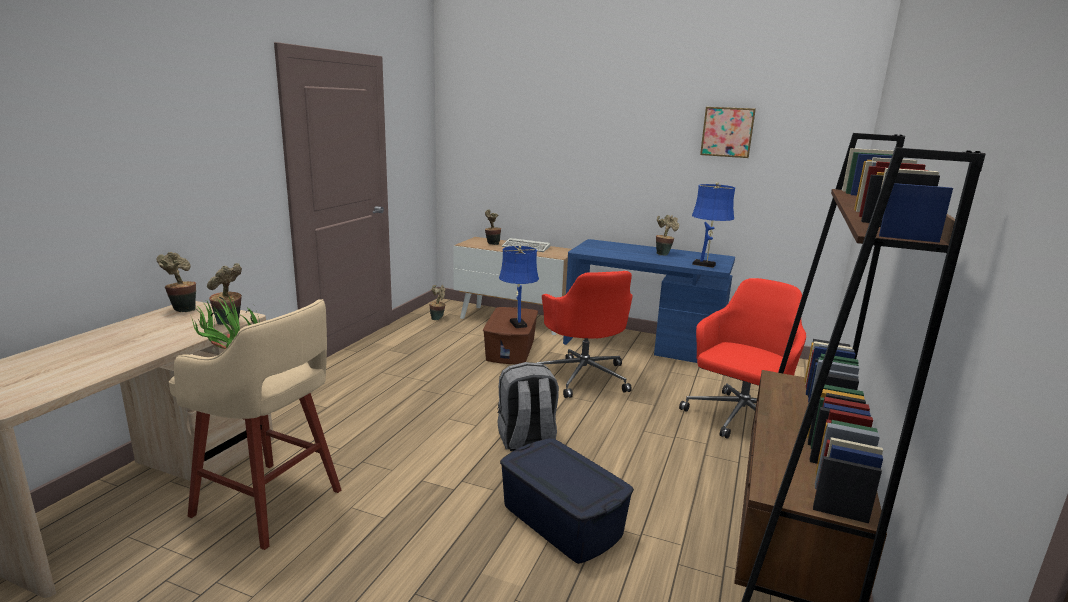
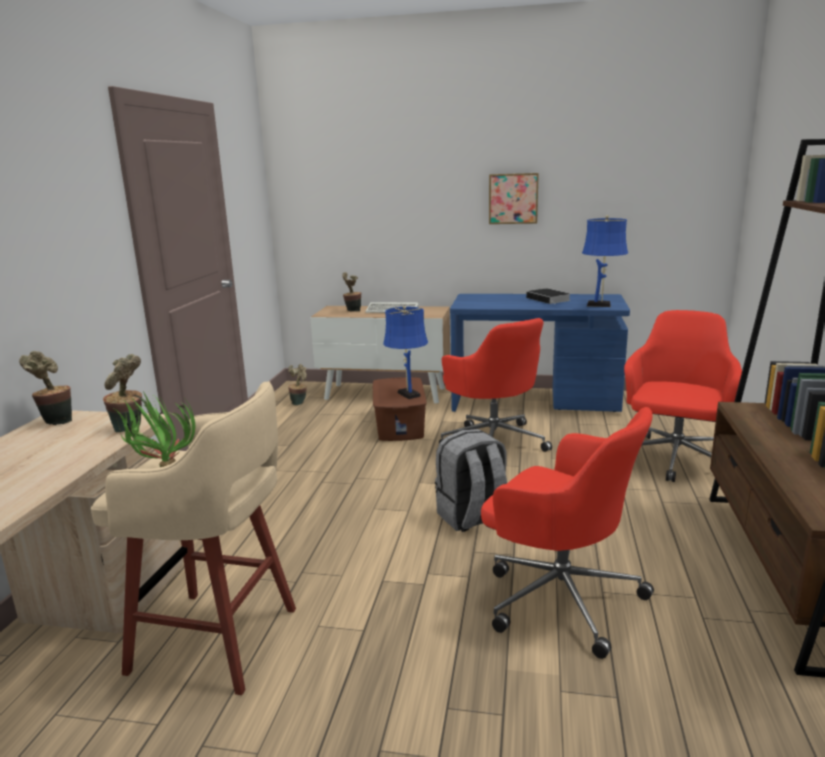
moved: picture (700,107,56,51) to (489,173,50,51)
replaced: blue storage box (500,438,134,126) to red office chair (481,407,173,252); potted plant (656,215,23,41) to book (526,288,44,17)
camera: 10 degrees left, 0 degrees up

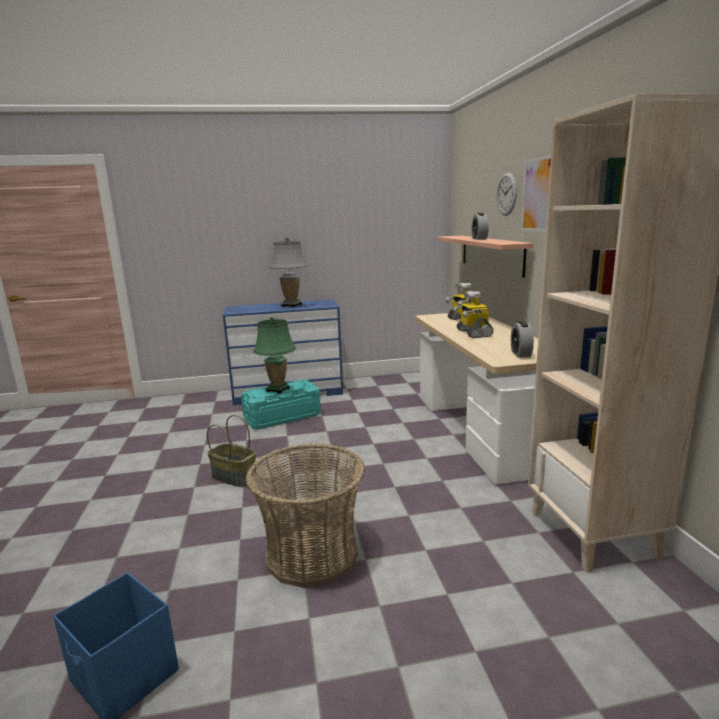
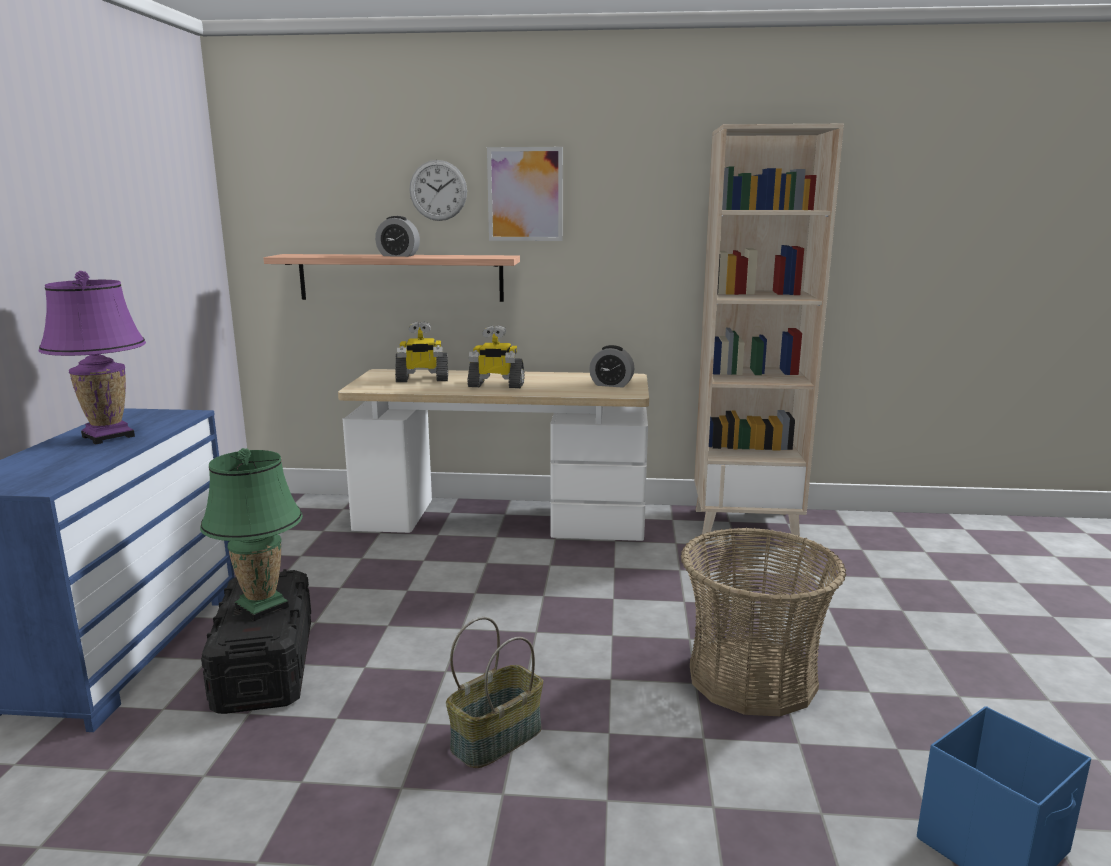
recoloured: turquoise storage box (241,380,80,49) to black storage box (201,569,110,145); grey table lamp (270,237,38,71) to purple table lamp (39,271,107,173)
camera: 75 degrees left, 0 degrees up

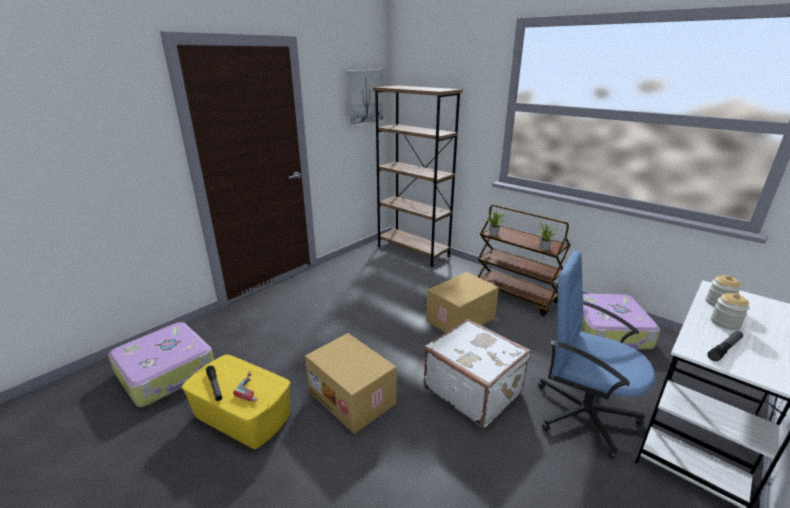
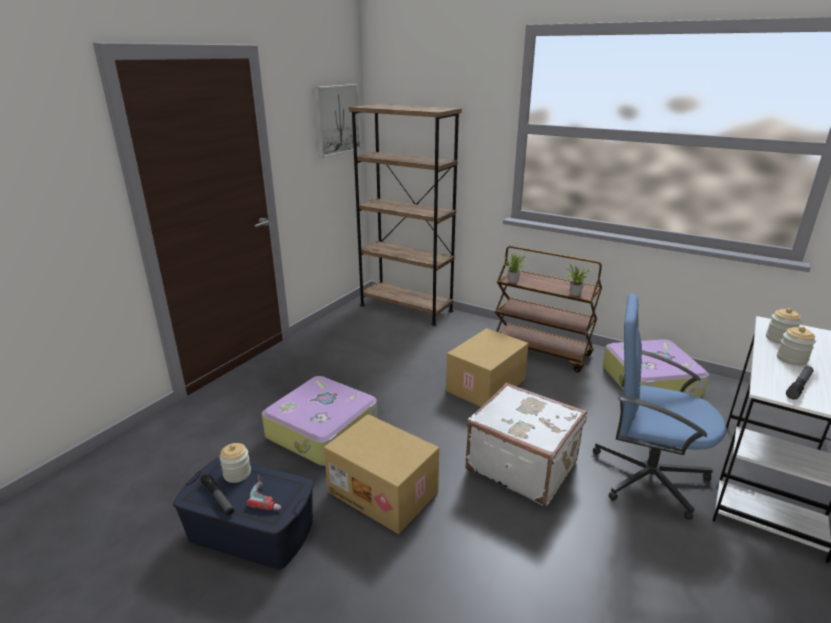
added: jar (220,443,31,40)
moved: suitcase (108,322,106,85) to (262,376,115,90)
recoloured: yellow storage box (182,354,108,95) to blue storage box (173,457,141,112)
camera: 10 degrees left, 0 degrees up

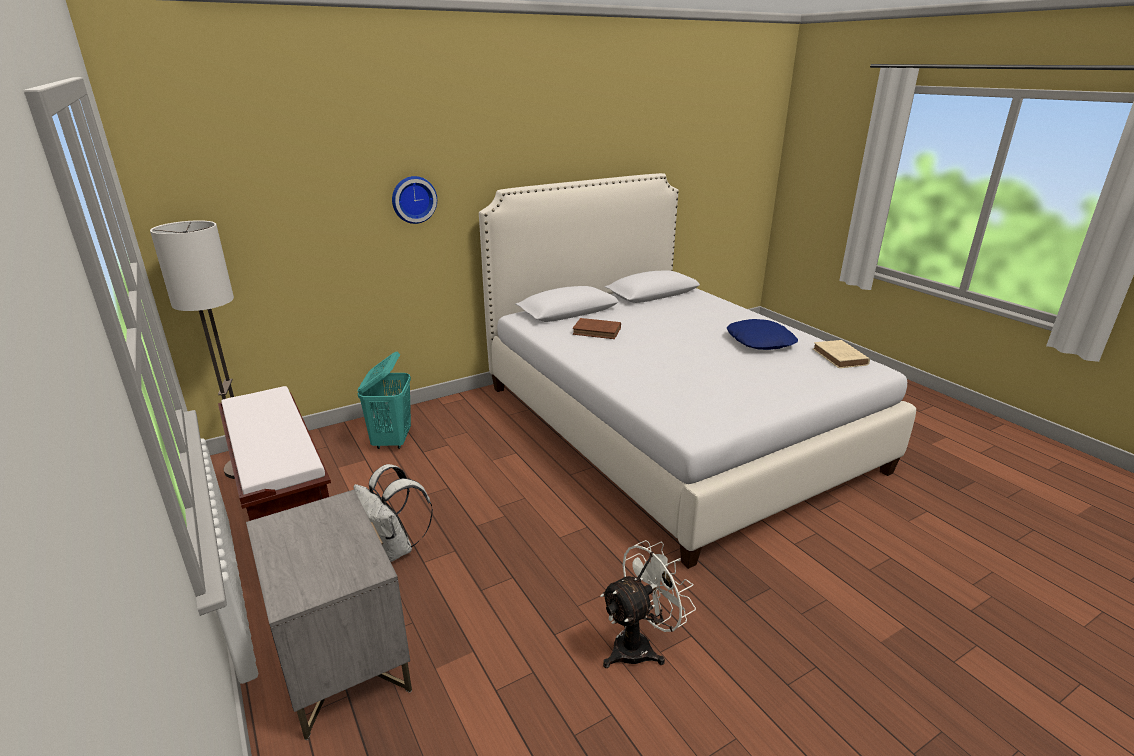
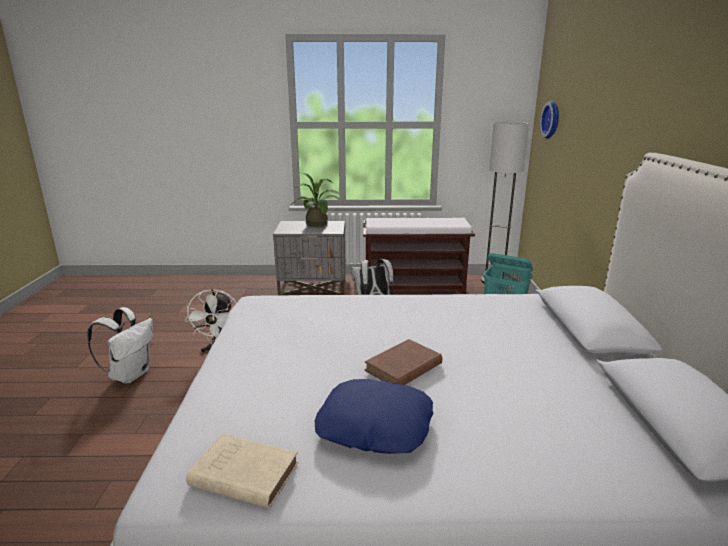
added: white backpack (87,307,66,76); potted plant (291,172,53,55)
moved: wall clock (392,176,45,48) to (540,101,19,38); brown book (573,318,48,21) to (365,339,77,46)
camera: 120 degrees right, 5 degrees down

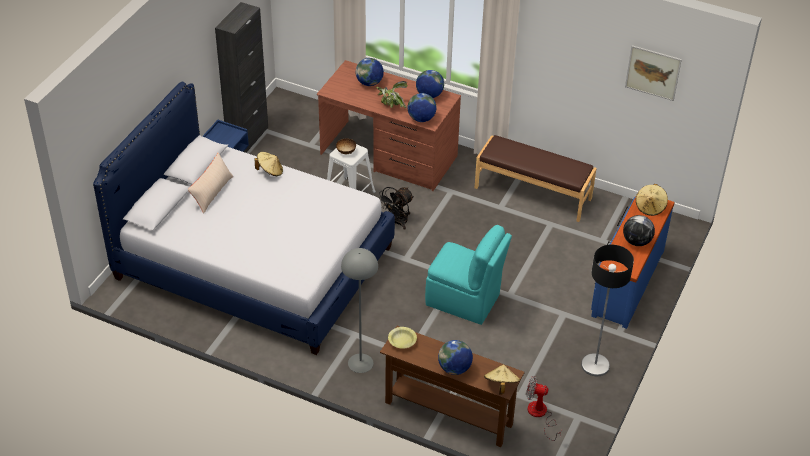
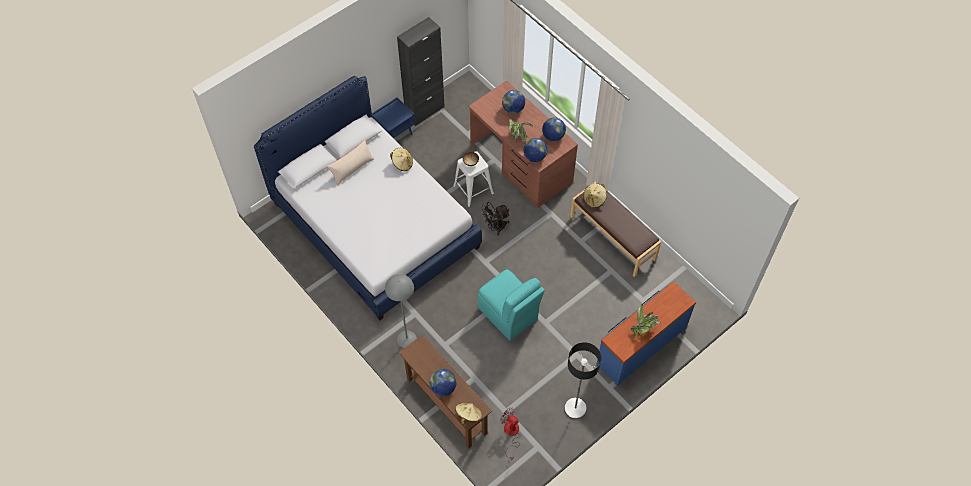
removed: yellow bowl (388,327,29,21); picture (625,45,57,56)
moved: beige hat (636,184,32,32) to (584,183,23,25)
replaced: globe (623,215,32,31) to potted plant (631,305,30,33)
camera: 25 degrees right, 15 degrees up

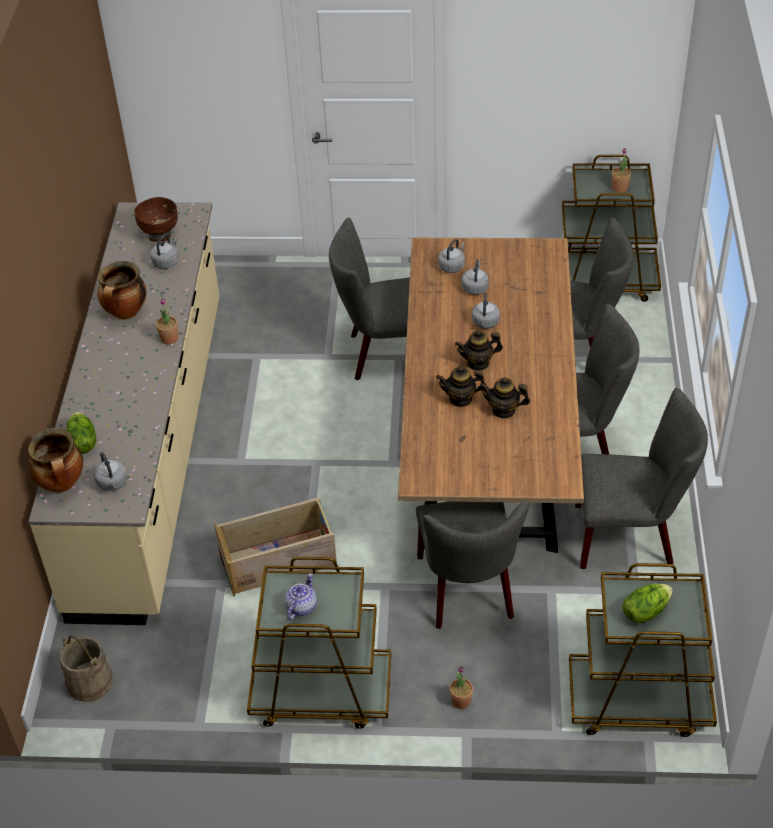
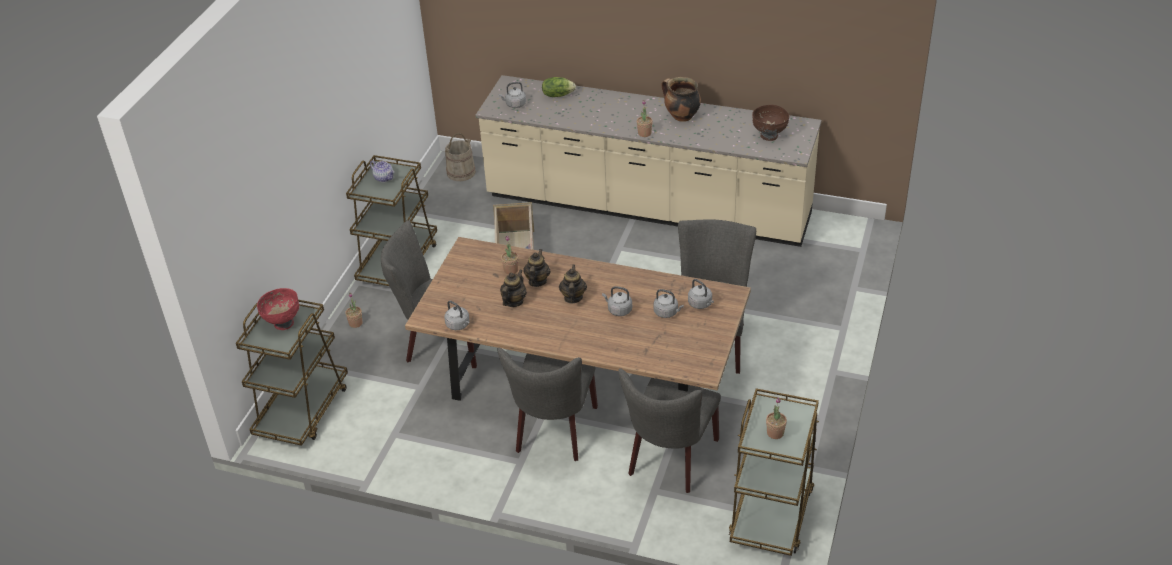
removed: cooking pot (28,428,55,65); grey chair (575,388,133,181)
added: potted plant (501,236,18,38)
moved: grey kettle (150,234,28,35) to (444,301,26,29)
replaced: lettuce (622,584,51,39) to red bowl (257,288,42,42)
camera: 105 degrees right, 5 degrees down

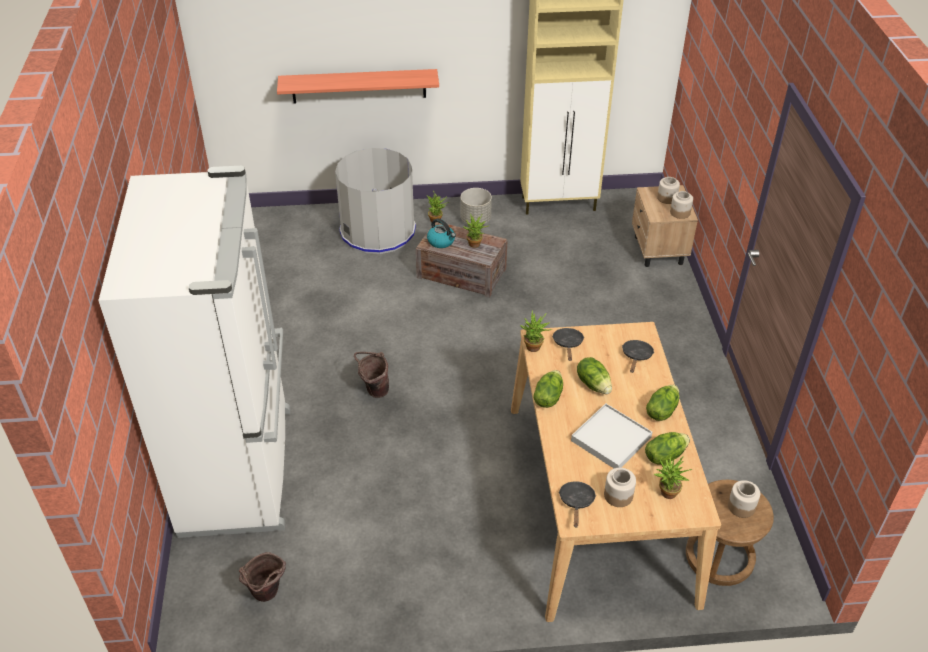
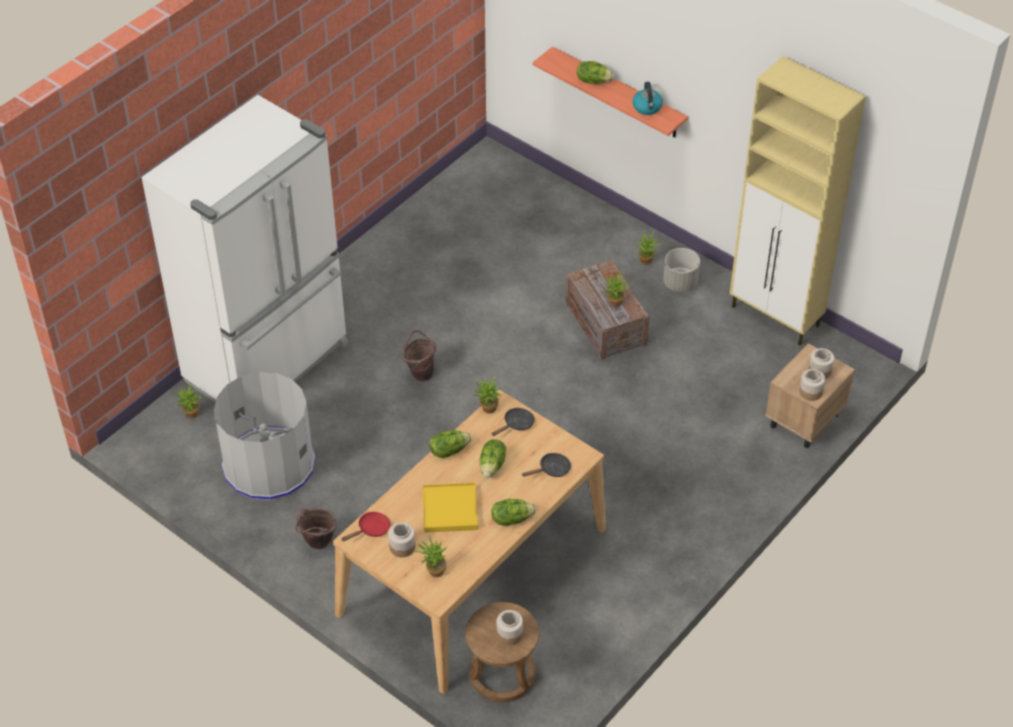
added: potted plant (177,383,26,35)
moved: brown bucket (239,552,47,50) to (295,508,42,41); grey trash can (335,148,81,106) to (214,372,101,128); kettle (427,219,29,29) to (633,82,30,33); lettuce (645,432,45,33) to (577,61,37,23)
recoloured: black frying pan (559,481,37,46) to red frying pan (342,512,48,29); white tray (571,403,81,65) to yellow tray (423,483,55,50)
camera: 45 degrees right, 5 degrees up

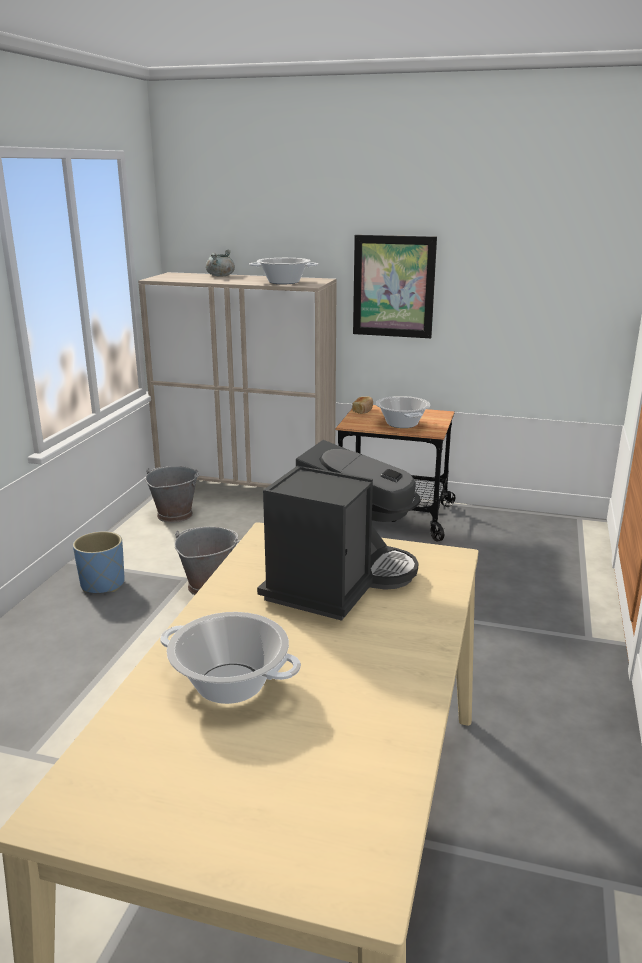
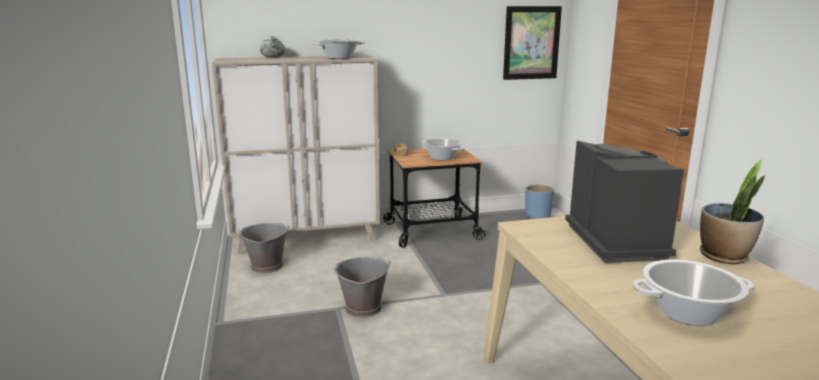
added: potted plant (700,159,65,105)
moved: blue planter (73,531,52,62) to (525,185,29,34); picture (353,235,84,103) to (503,6,59,74)
camera: 30 degrees left, 5 degrees down

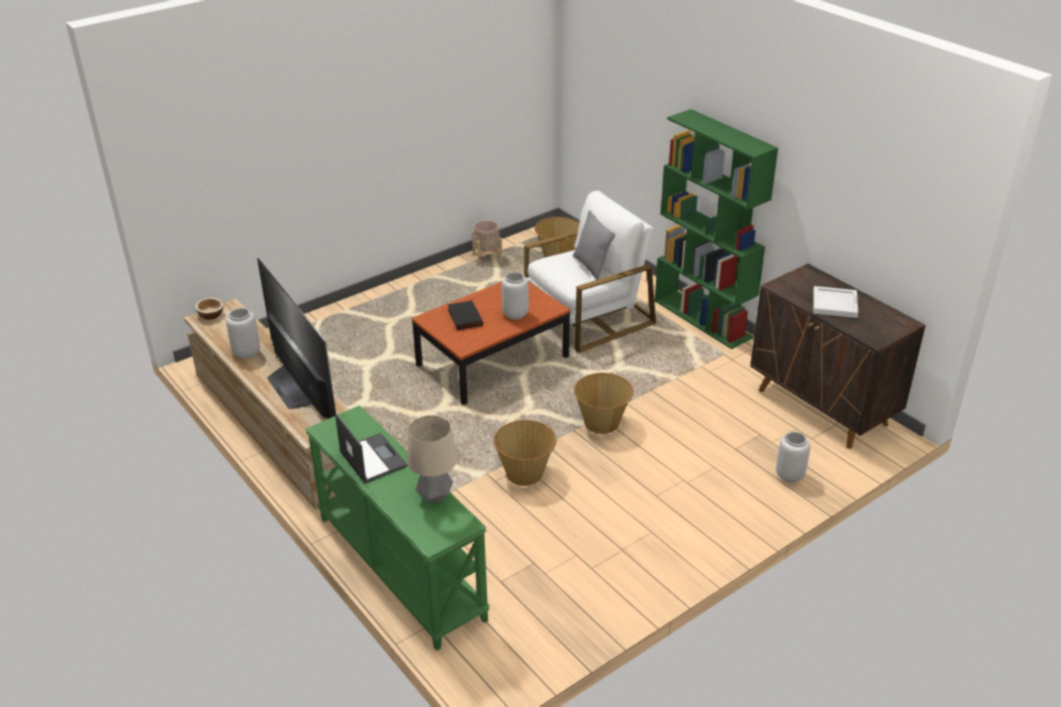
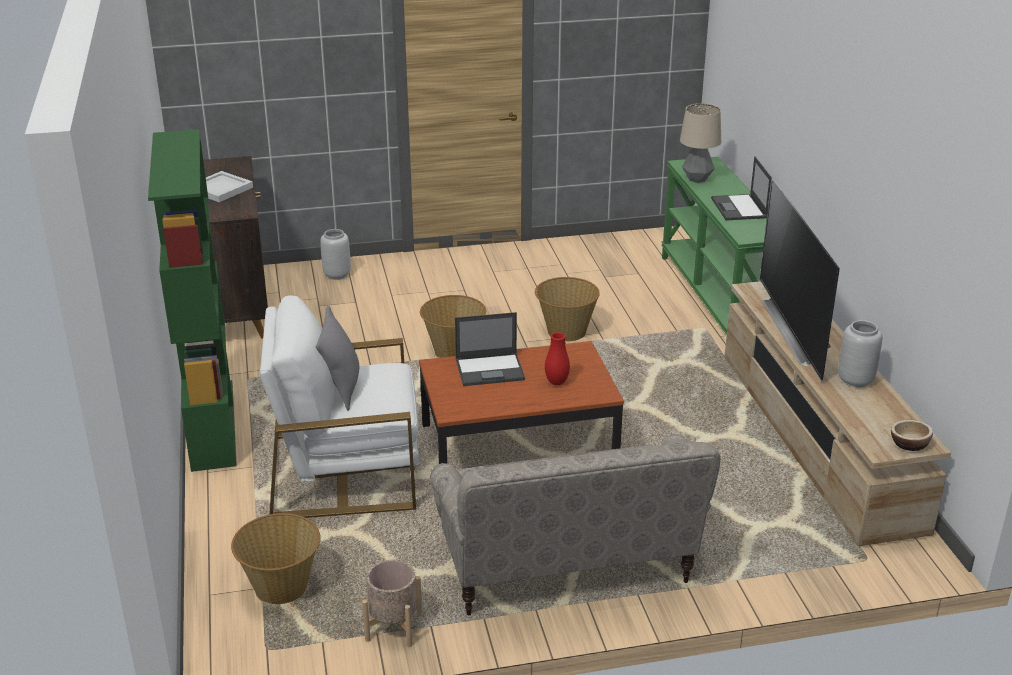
added: beige sofa (430,434,291,181)
replaced: black book (448,300,35,30) to red vase (545,332,25,53); grey vase (502,272,27,48) to laptop (455,312,70,74)
camera: 155 degrees left, 5 degrees down

